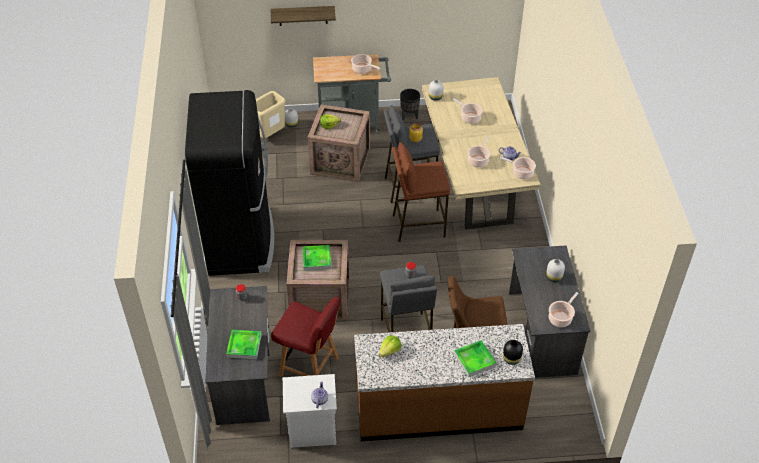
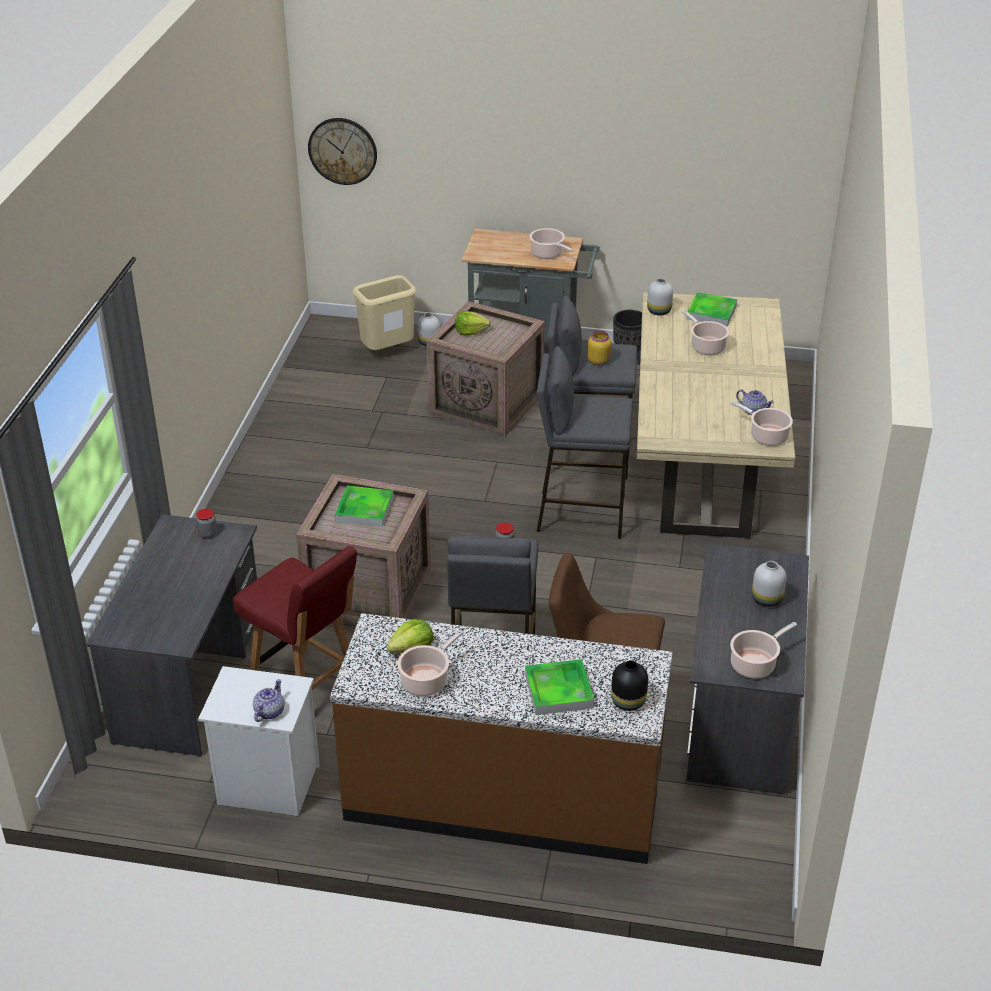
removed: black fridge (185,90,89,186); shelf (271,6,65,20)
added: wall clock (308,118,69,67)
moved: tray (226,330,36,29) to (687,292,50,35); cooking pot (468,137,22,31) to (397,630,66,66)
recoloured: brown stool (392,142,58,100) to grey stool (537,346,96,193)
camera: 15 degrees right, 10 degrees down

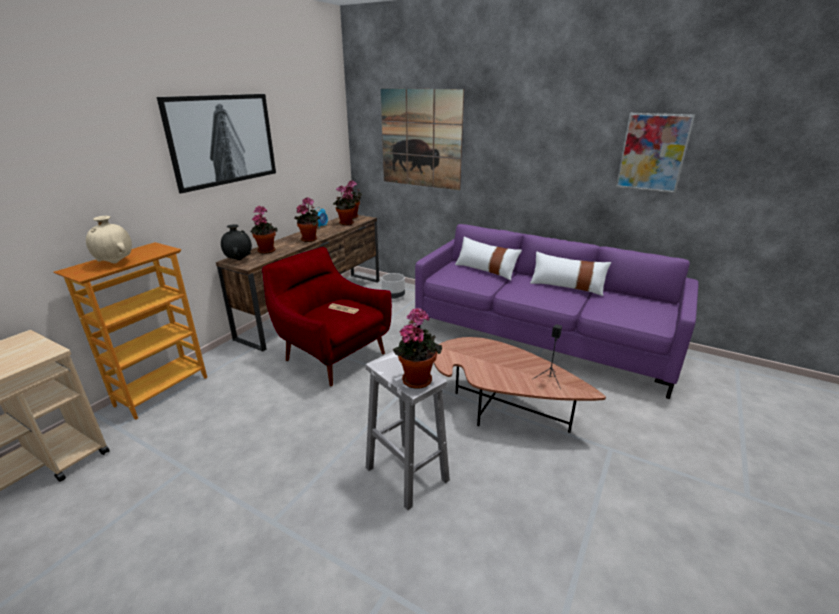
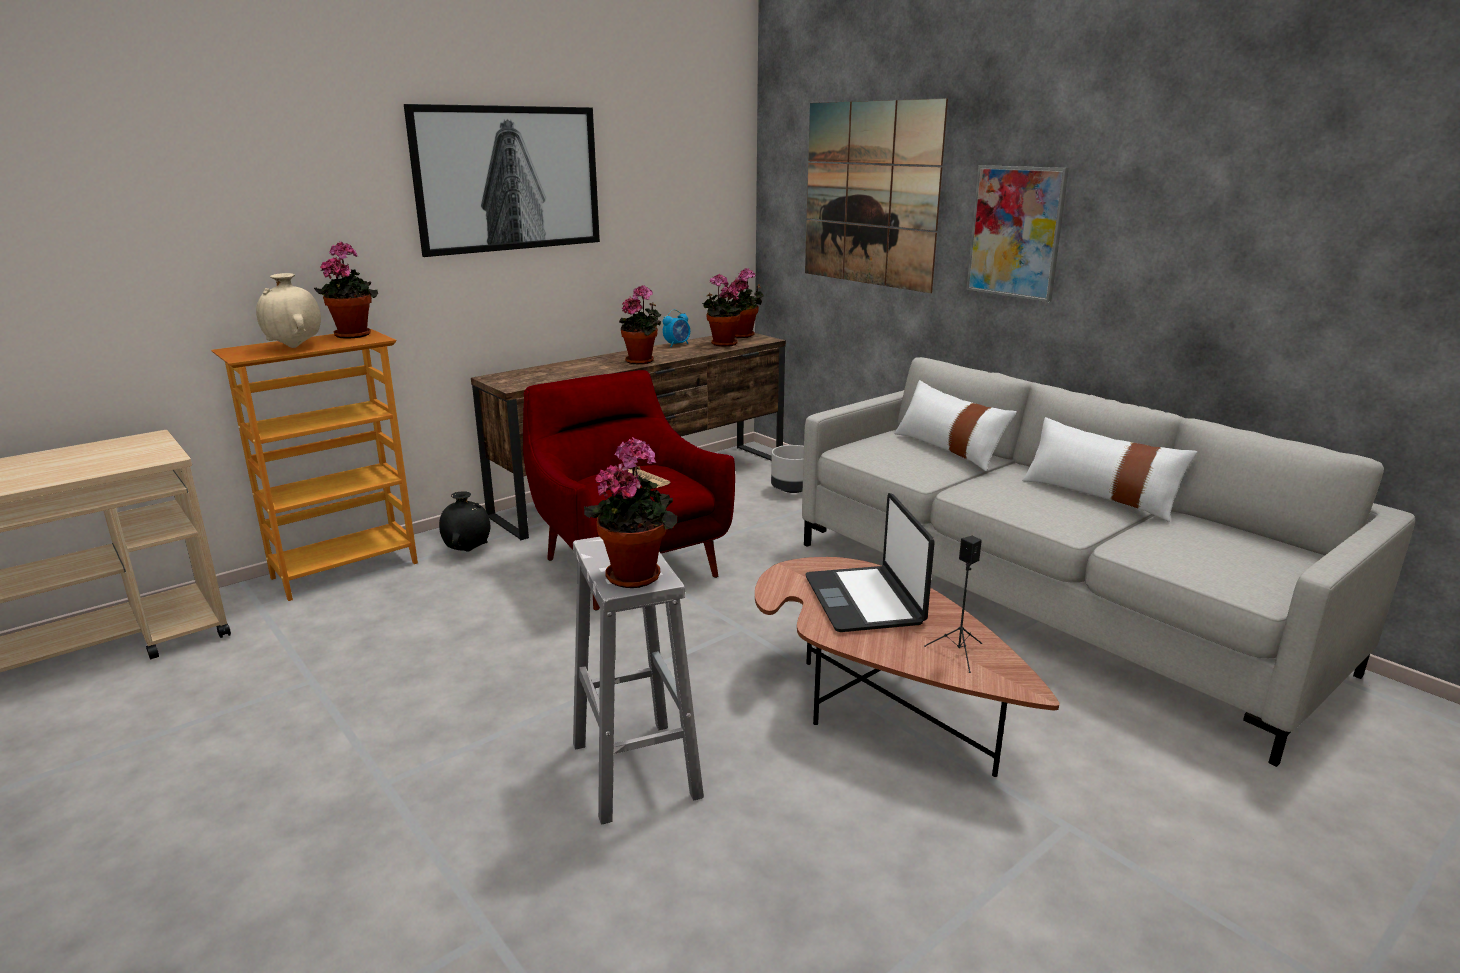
added: laptop (806,493,129,139)
moved: black vase (221,224,31,36) to (439,491,51,61); potted plant (250,206,28,48) to (314,241,64,97); picture (616,113,79,80) to (967,165,102,137)
recoloured: purple sofa (415,224,284,175) to grey sofa (802,357,613,410)
camera: 20 degrees right, 5 degrees down

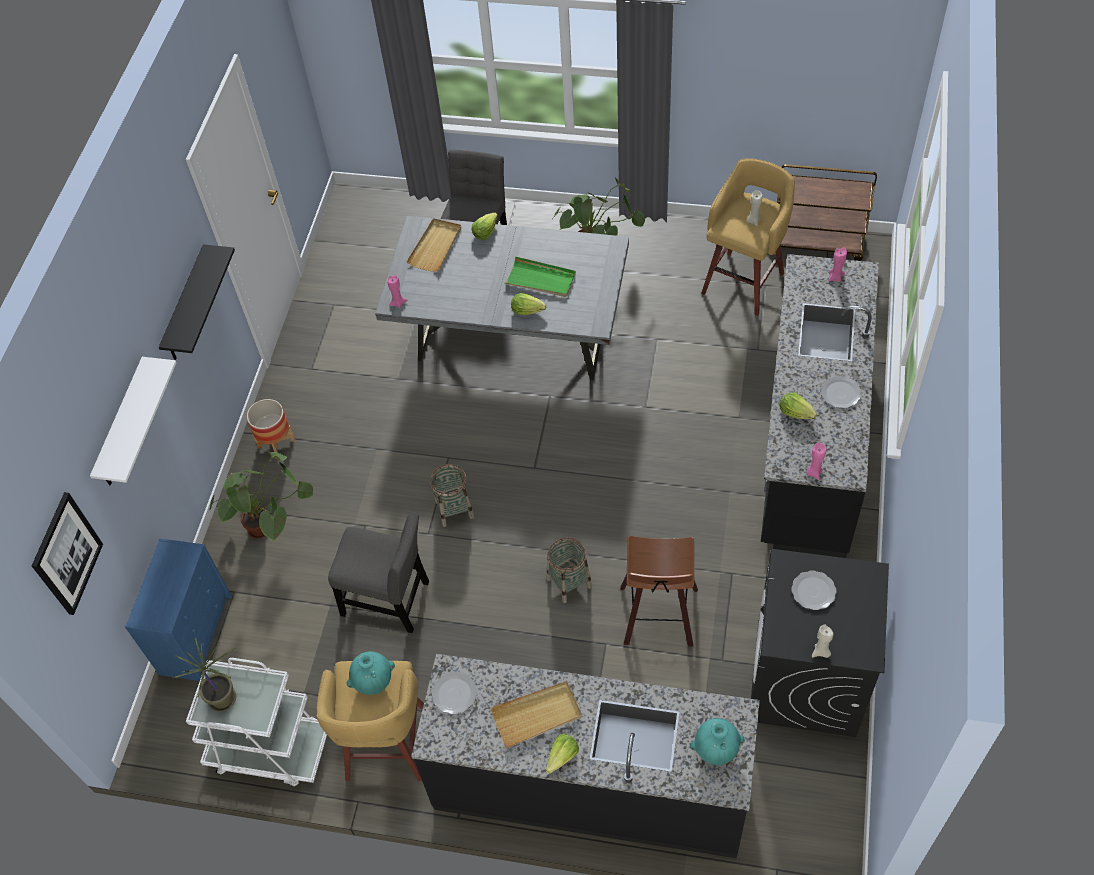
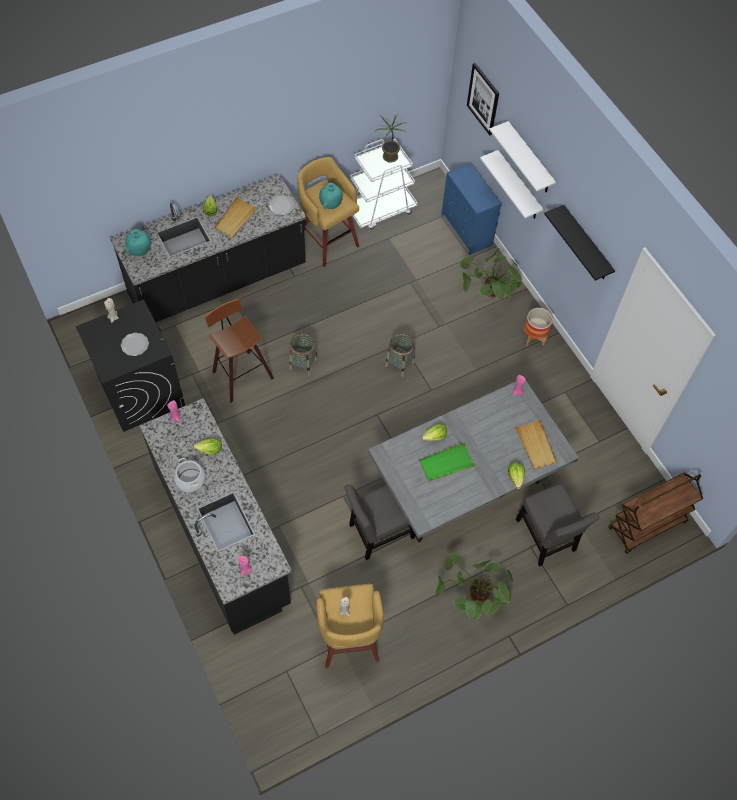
added: white shelf (480,150,64,69)
moved: grey chair (328,512,101,121) to (344,485,71,75); brown cart (777,164,100,97) to (608,473,95,81)
replaced: plate (821,376,40,32) to cooking pot (174,458,31,34)
camera: 135 degrees right, 5 degrees up

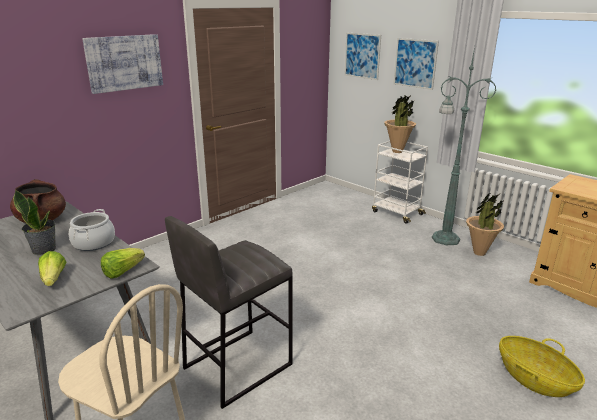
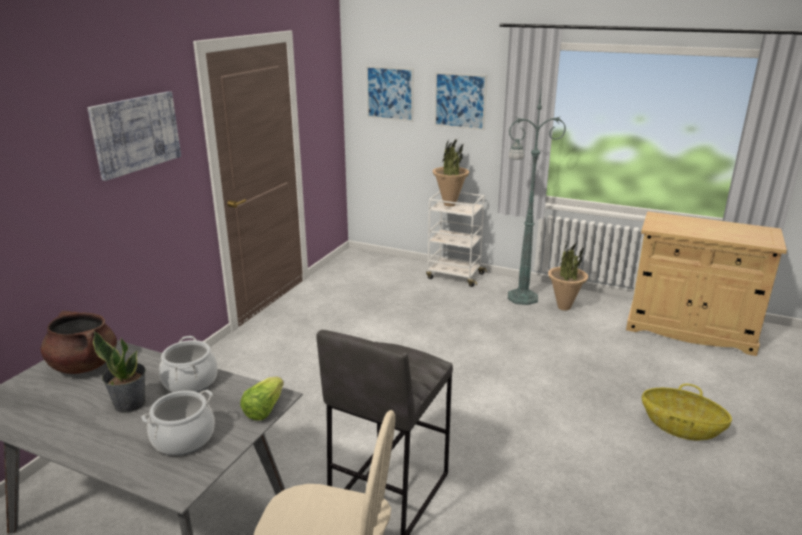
replaced: lettuce (38,251,28,35) to cooking pot (142,390,73,65)
camera: 20 degrees left, 0 degrees up

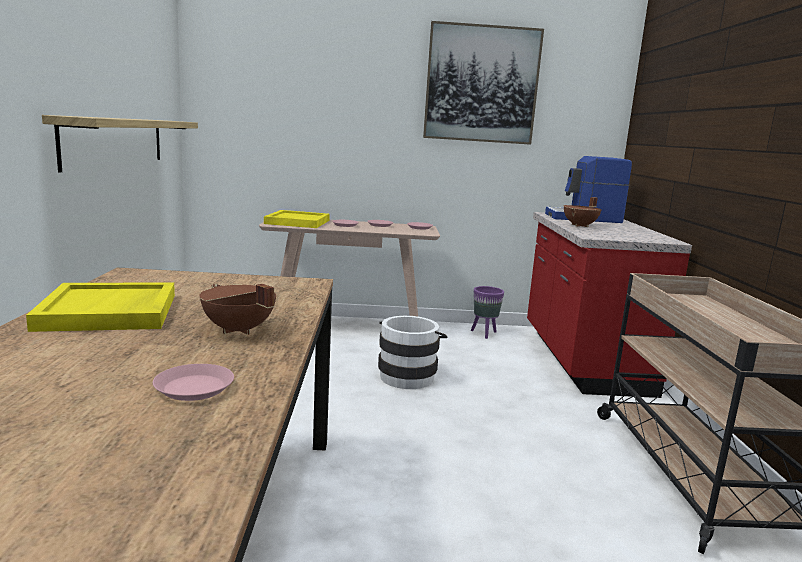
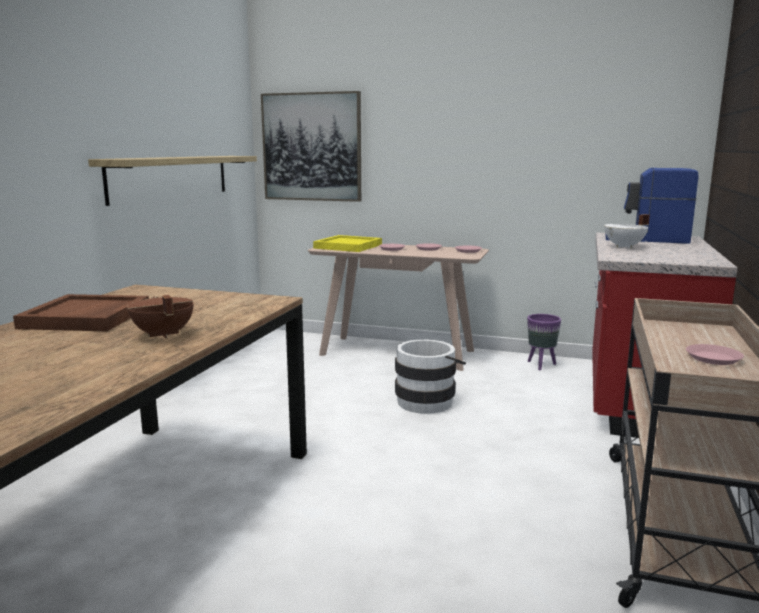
moved: pink plate (153,364,81,37) to (686,344,58,21); picture (423,21,121,124) to (261,91,100,111)
recoloured: yellow tray (26,282,149,50) to brown tray (13,294,136,37); brown cooking pot (564,197,37,30) to white cooking pot (604,214,46,34)
camera: 20 degrees right, 0 degrees up

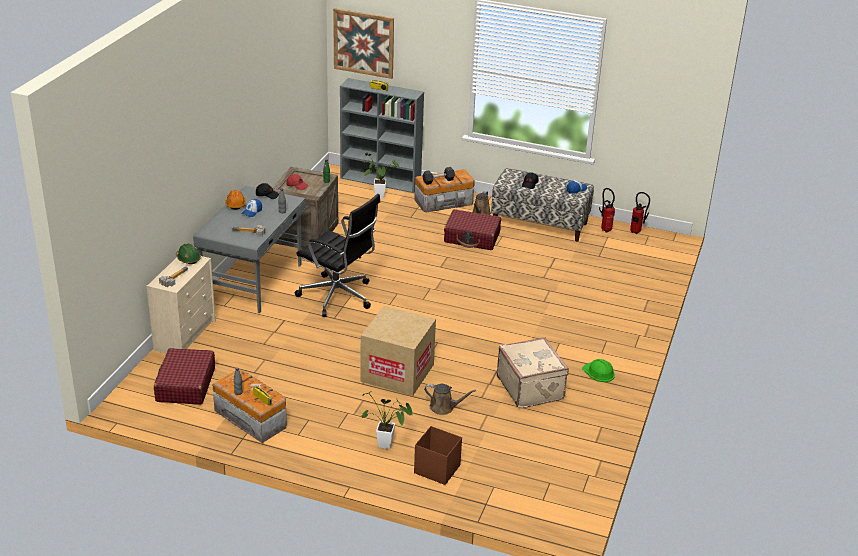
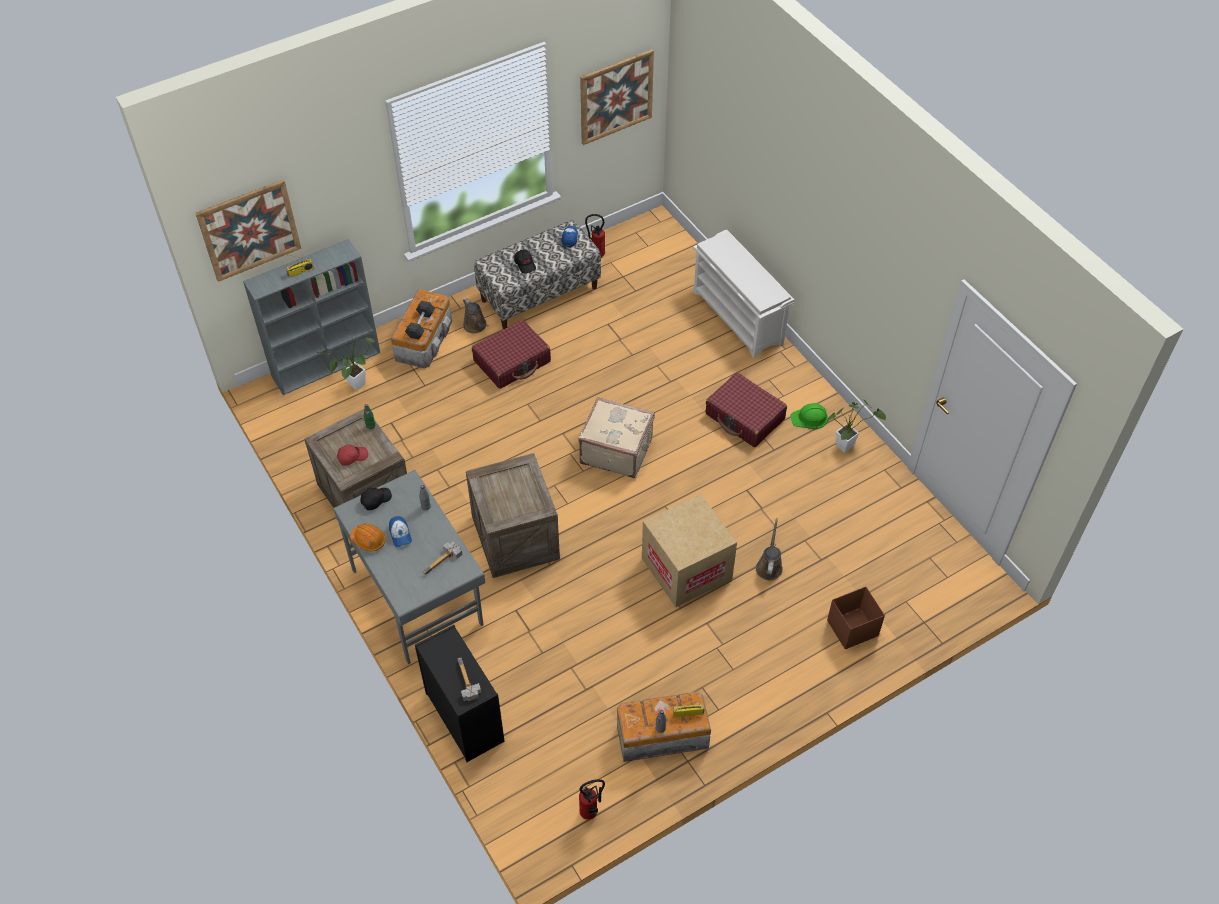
removed: green hard hat (176,244,25,20)
added: picture (580,49,74,96); white shoe rack (693,230,101,128)
moved: red suitcase (154,348,61,57) to (706,372,81,75); potted plant (361,391,52,58) to (826,399,60,54); beige suitcase (497,337,72,71) to (578,397,77,81); fire extinguisher (630,192,20,42) to (579,779,26,41)
replaced: black office chair (295,194,85,123) to crate (466,453,94,125)
recoloured: beige dresser (147,256,69,97) to black dresser (415,625,90,137)
turned: brown watering can (424,384,52,31) = (756,518,27,62) 45 degrees counterclockwise
camera: 50 degrees left, 20 degrees up

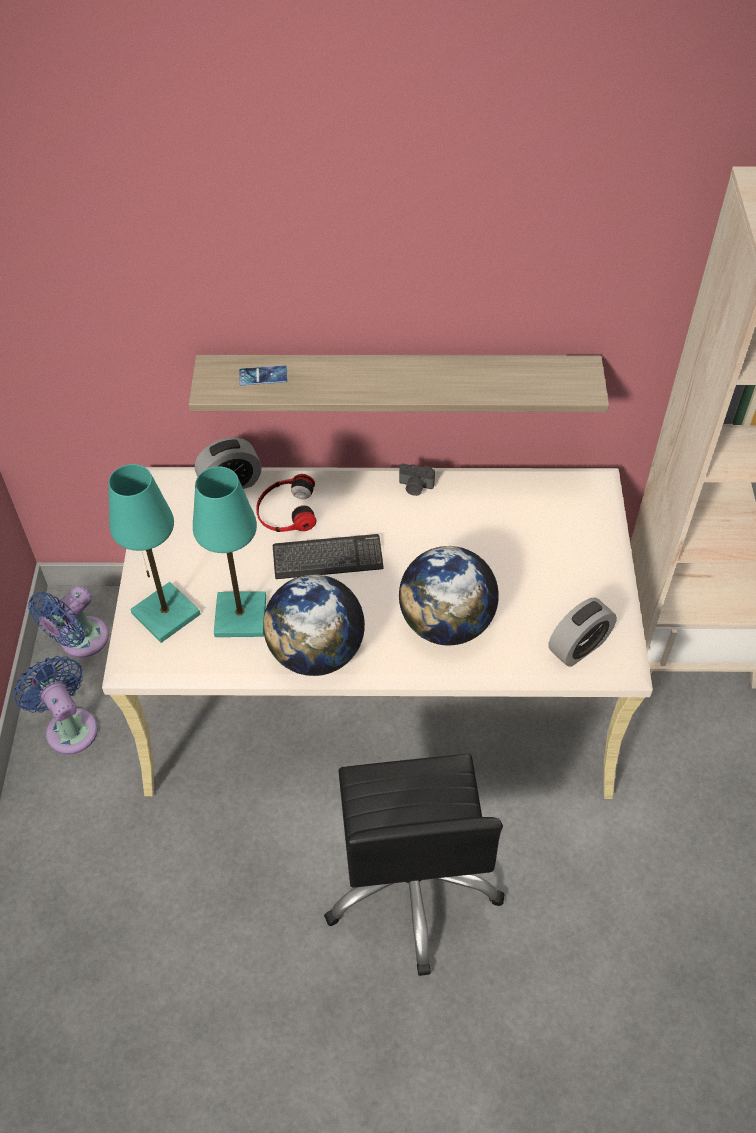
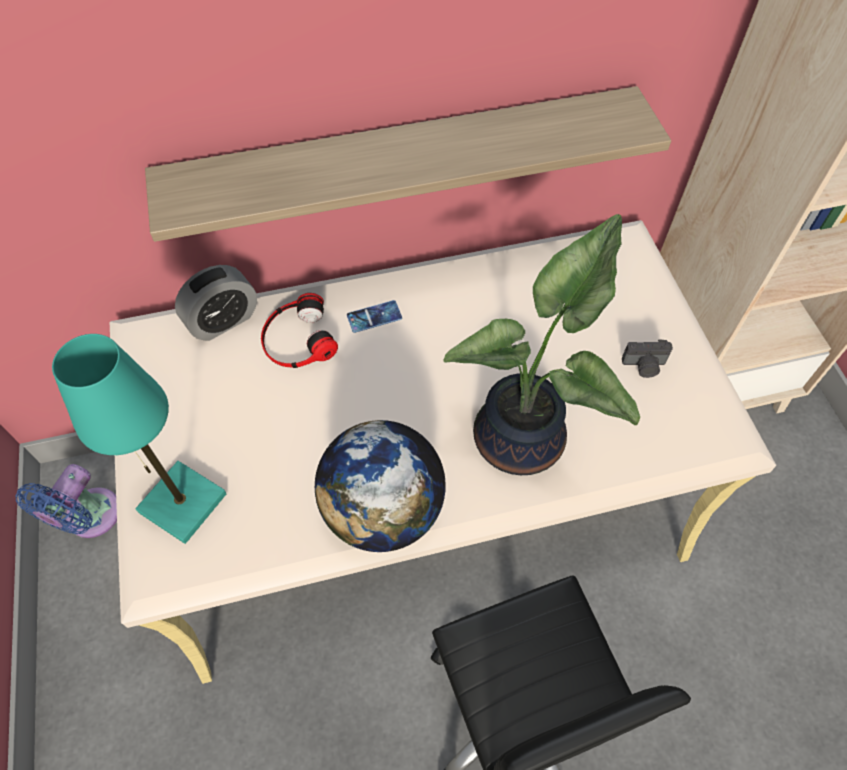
removed: blue fan (14,656,84,99); turquoise table lamp (193,466,73,171); keyboard (273,534,111,45); alarm clock (548,598,69,69)
moved: phone (239,365,49,20) to (347,300,55,33); photo camera (399,463,36,33) to (622,339,51,39)
replaced: globe (399,546,100,99) to potted plant (443,214,197,261)
camera: 15 degrees left, 5 degrees up

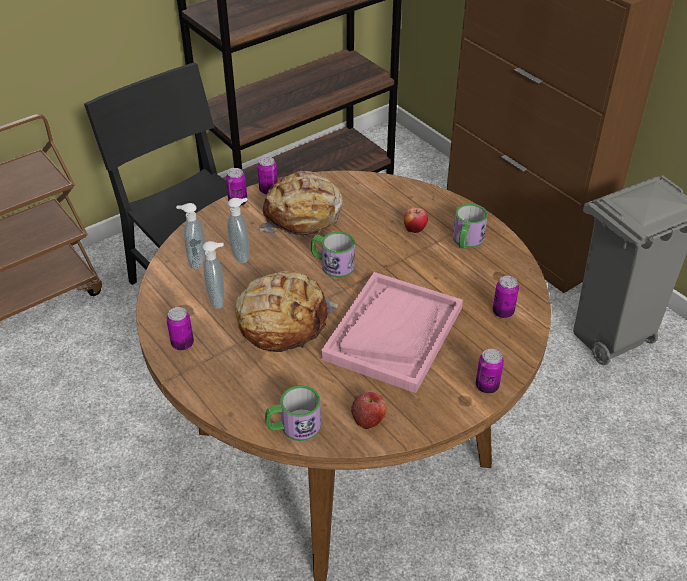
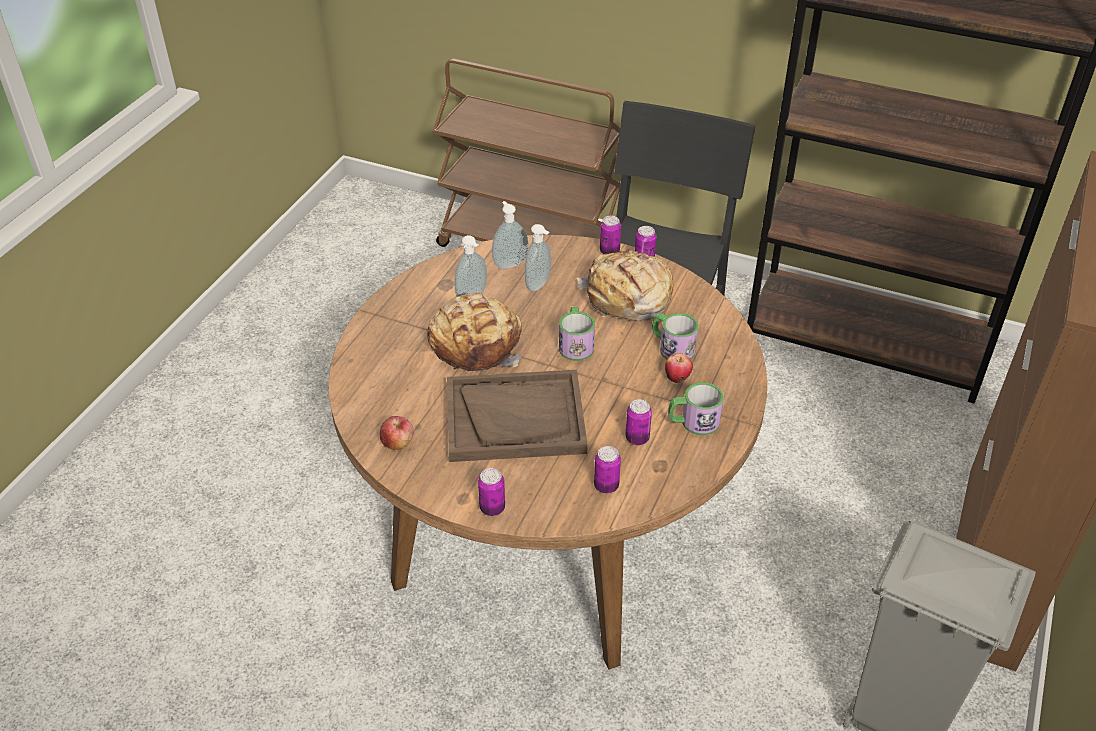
moved: can (166,307,28,43) to (625,399,27,46); mug (265,385,56,56) to (652,313,47,47)
recoloured: pink tray (321,272,142,121) to brown tray (447,370,141,92)
camera: 60 degrees right, 0 degrees up

